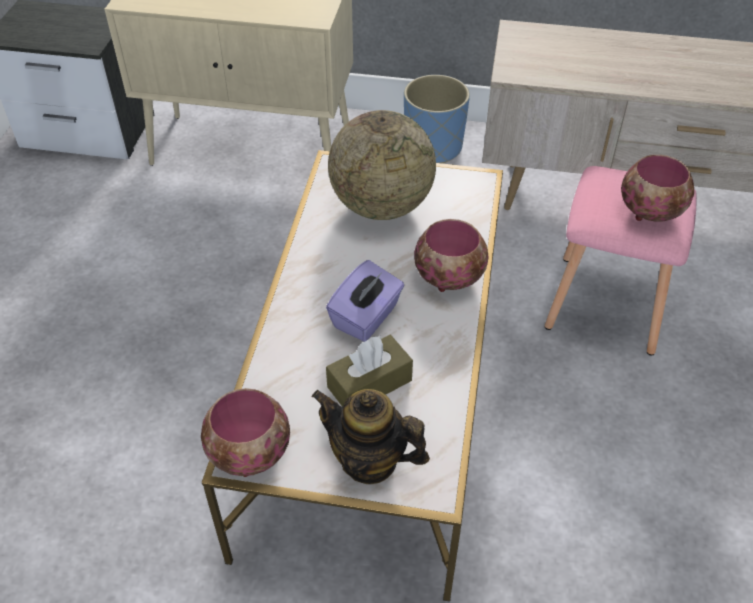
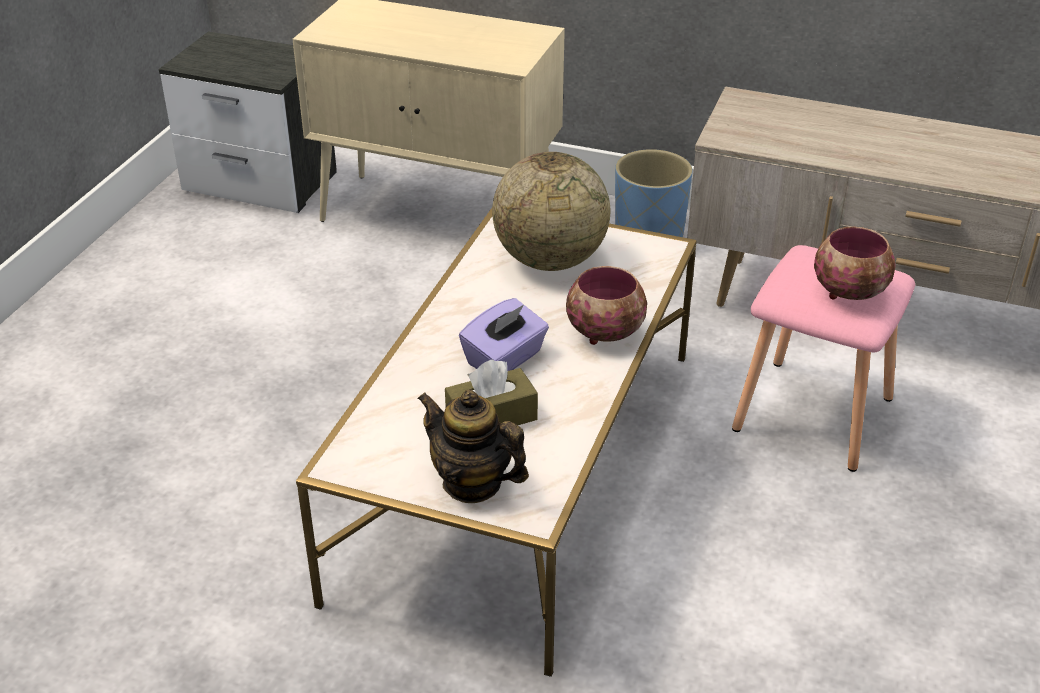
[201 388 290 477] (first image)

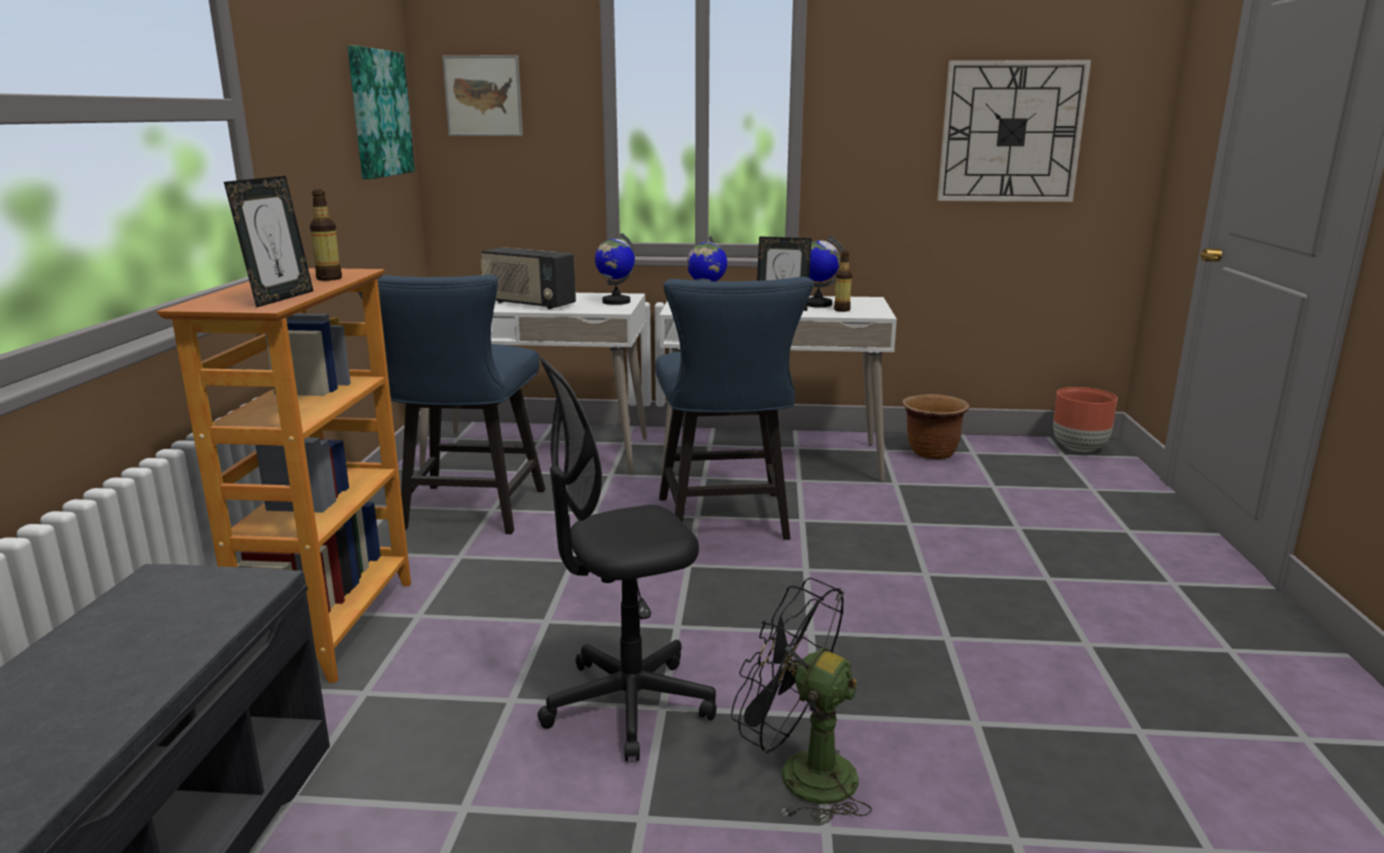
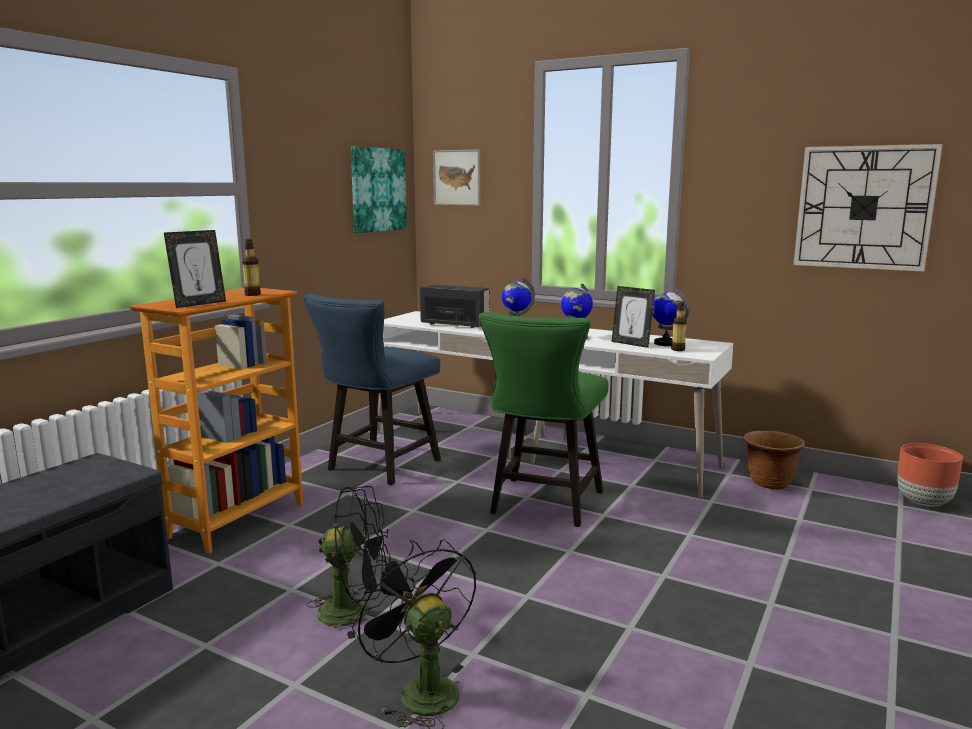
[306 486 391 639]
[420 285 490 328]
[479 312 609 527]

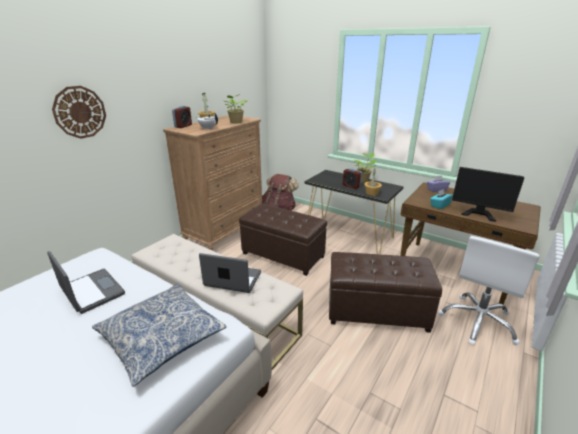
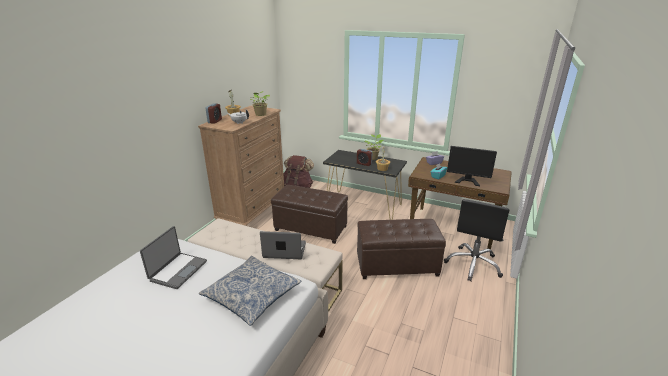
[140 226 207 289]
[444 199 509 282]
[52 86 106 139] (first image)

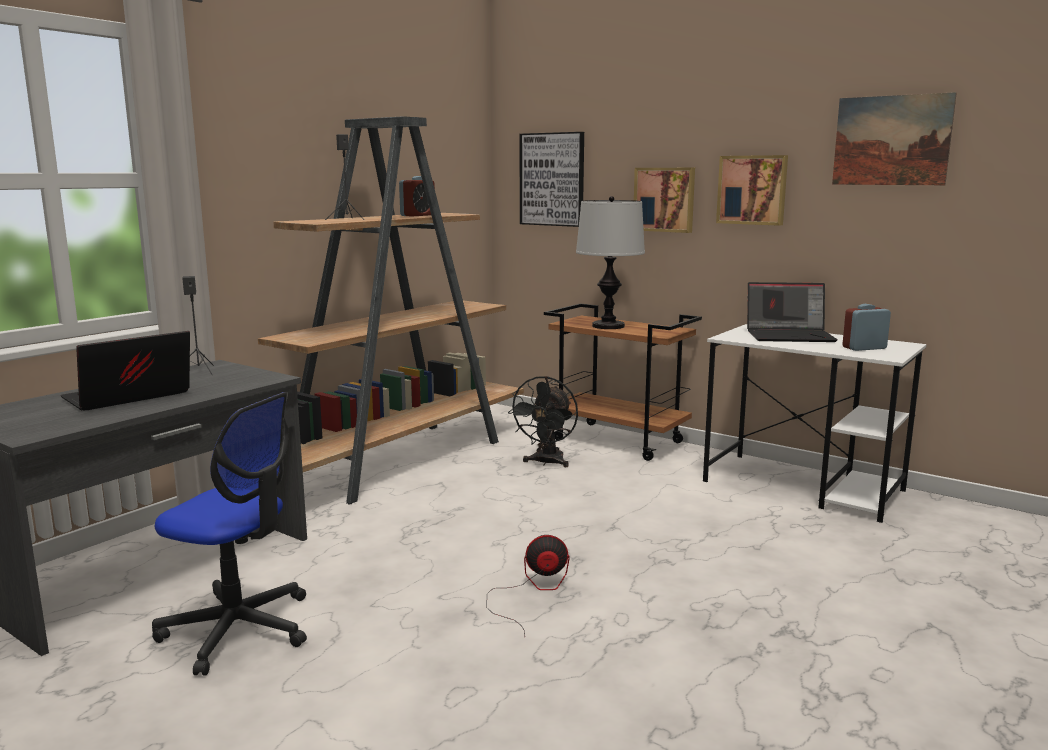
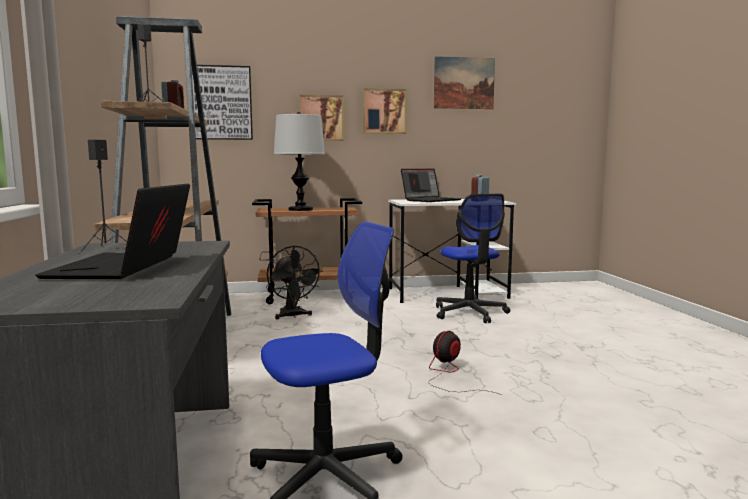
[436 194 510 323]

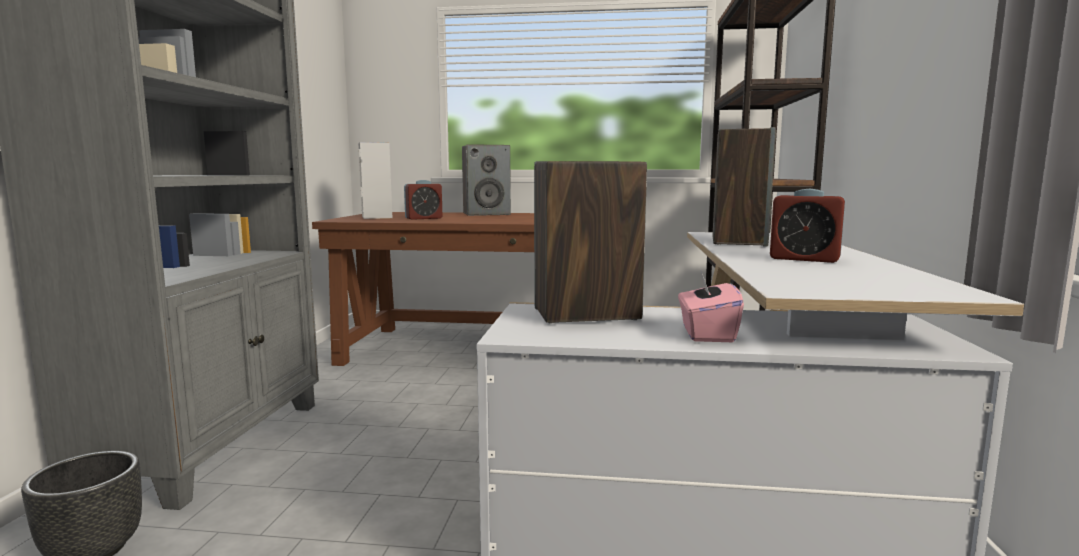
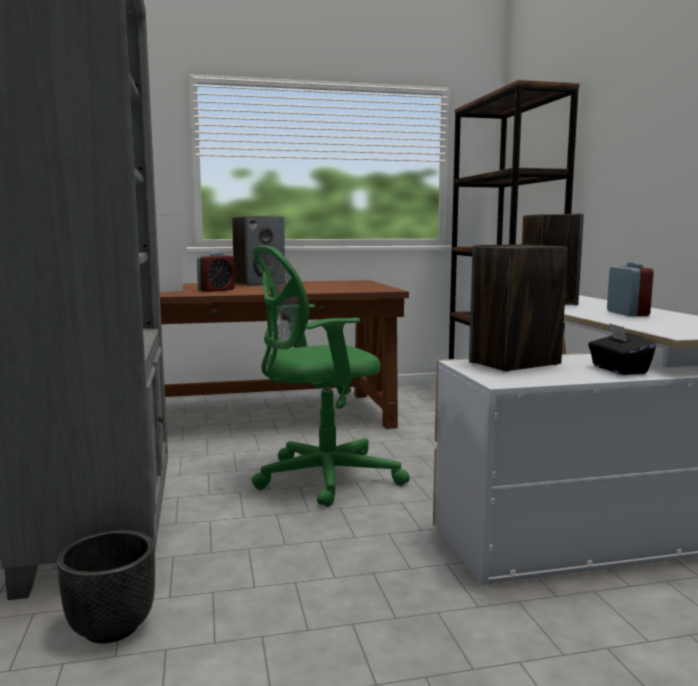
[252 245 410 507]
[588 323 656 375]
[607 262 654 316]

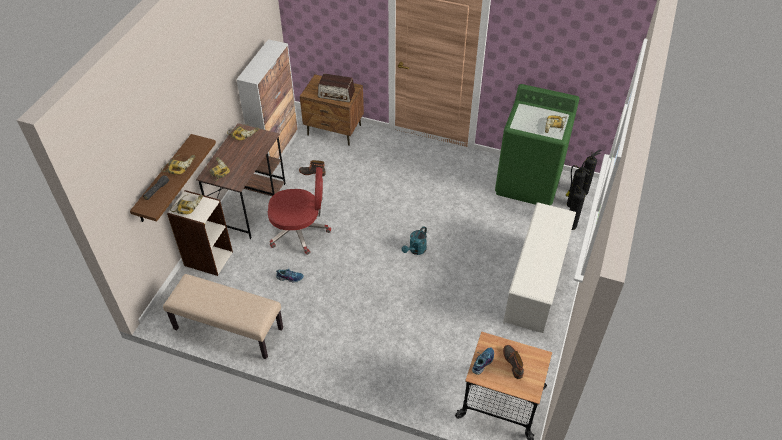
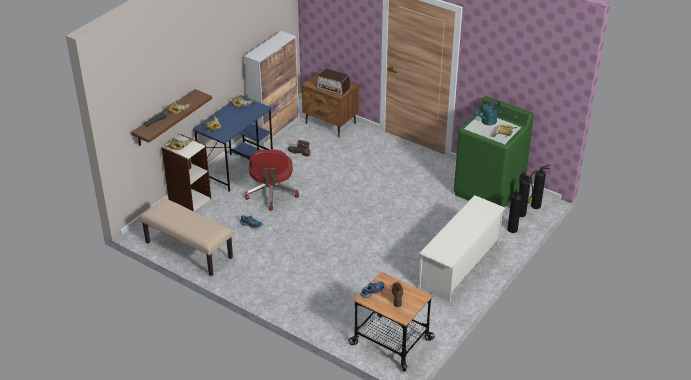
[193 95 273 192]
[245 149 299 210]
[473 100 500 125]

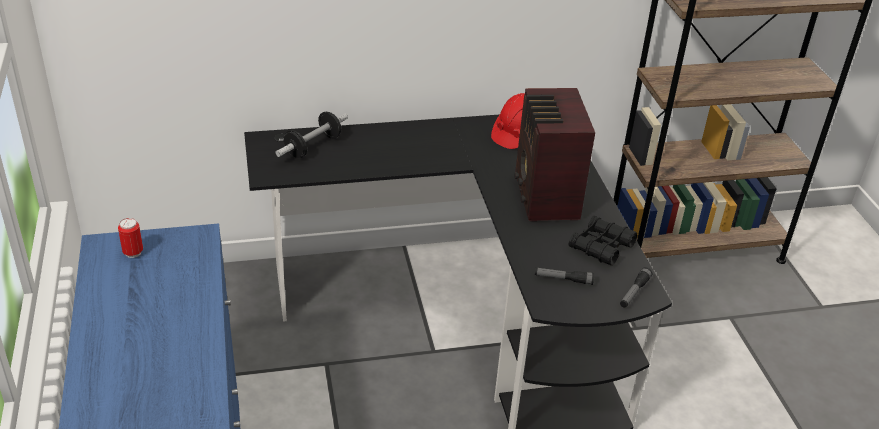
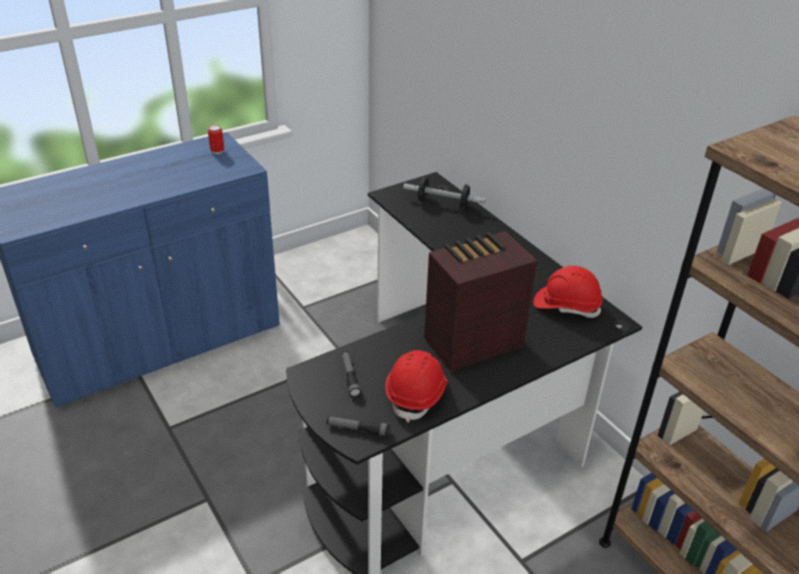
[385 350 447 422]

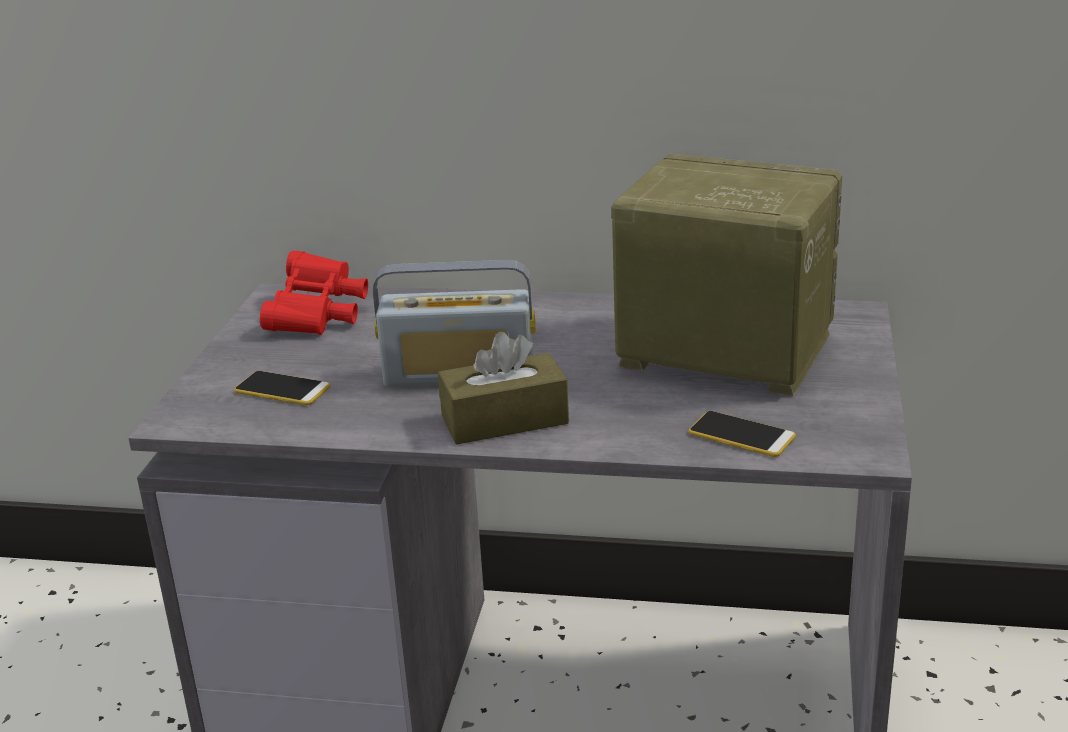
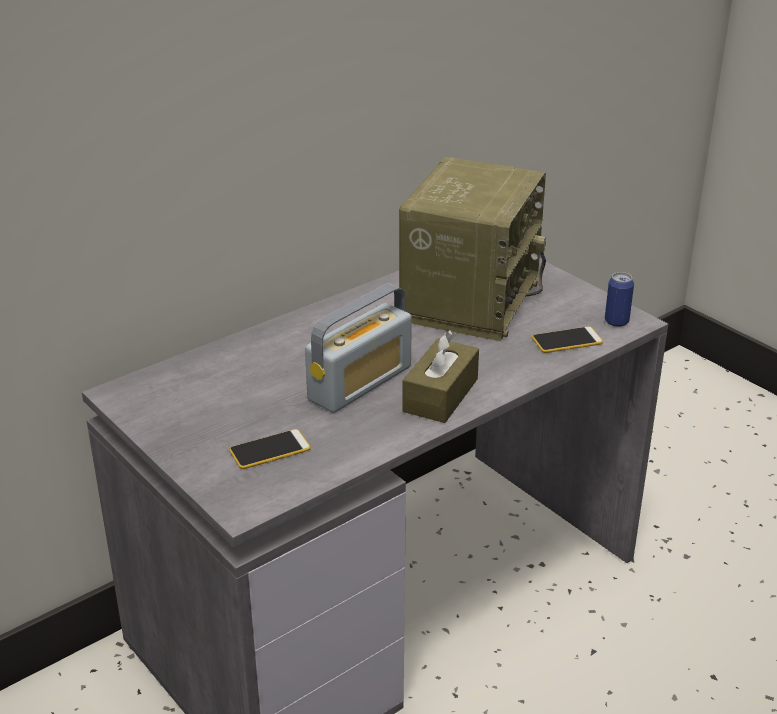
[399 157 546 341]
[605 272 634 327]
[260 251 368 335] (first image)

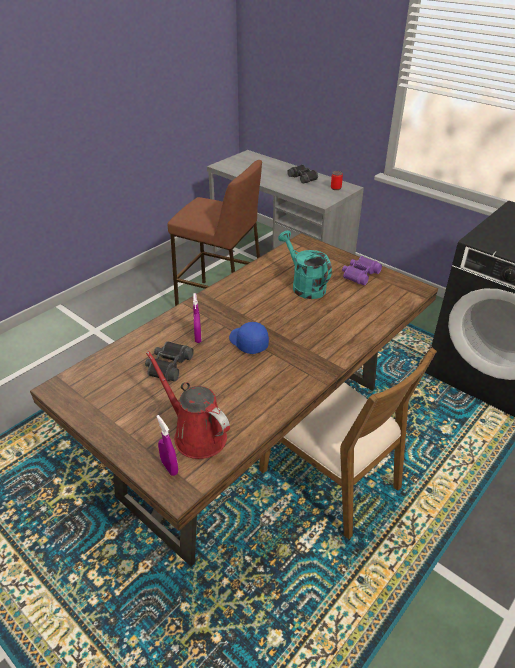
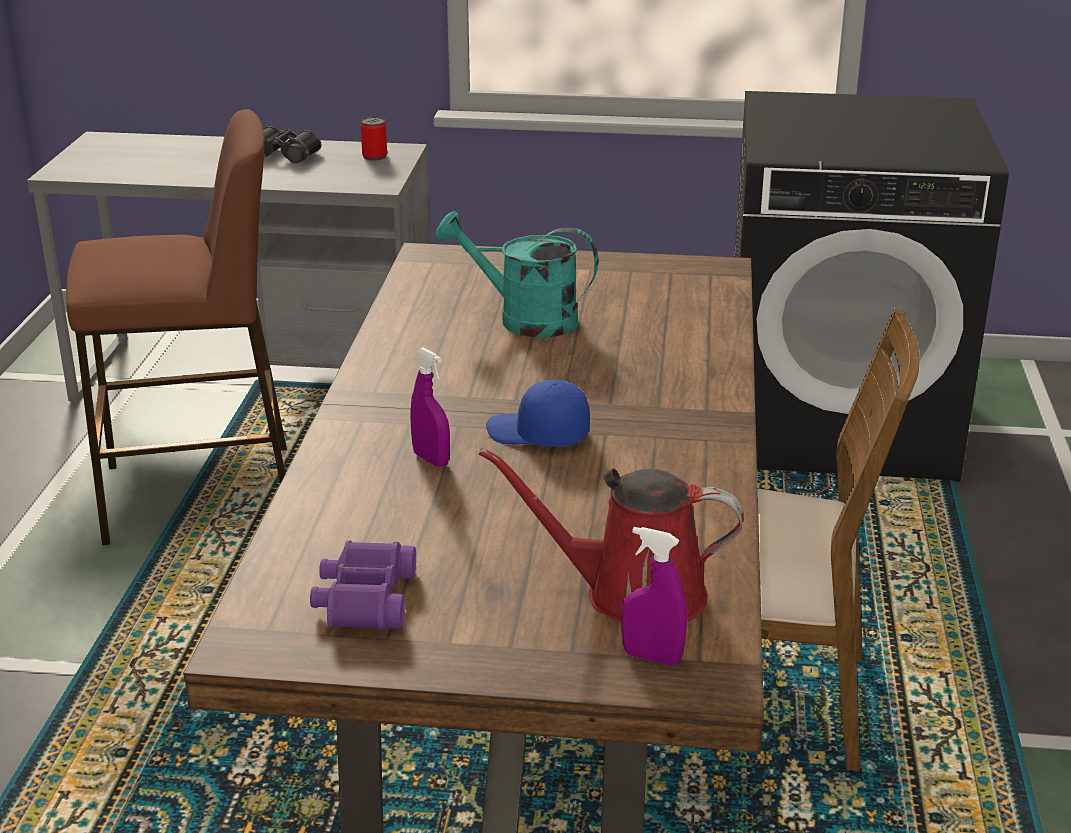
[310 540 416 630]
[145 341 194 381] (first image)

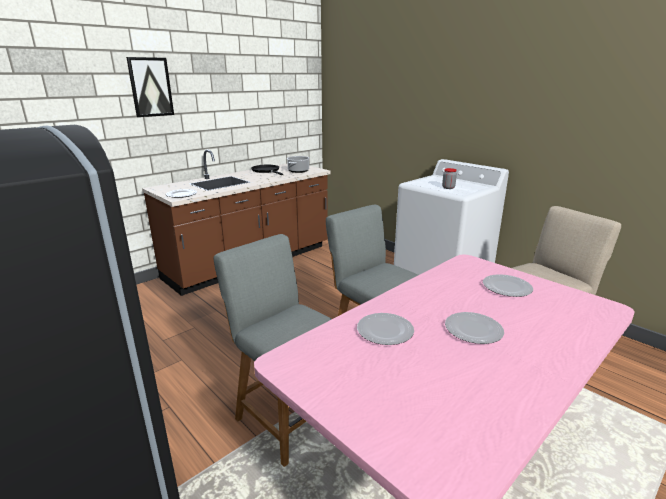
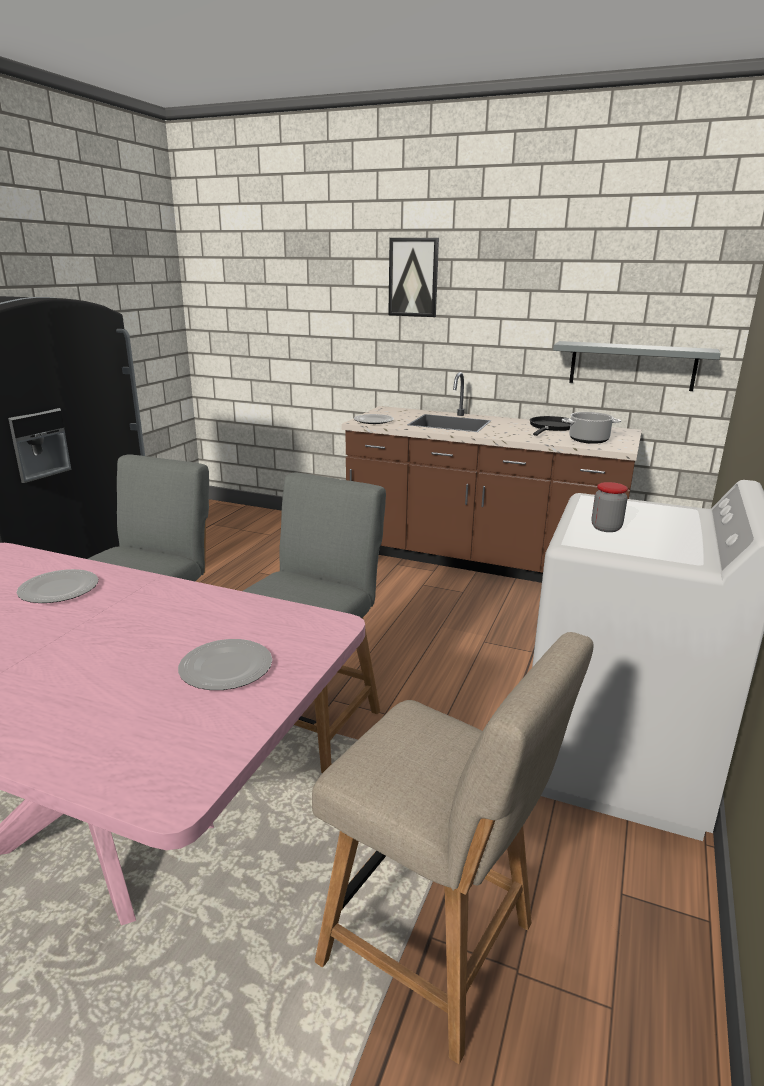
[553 341 721 391]
[445 312 504 344] (first image)

